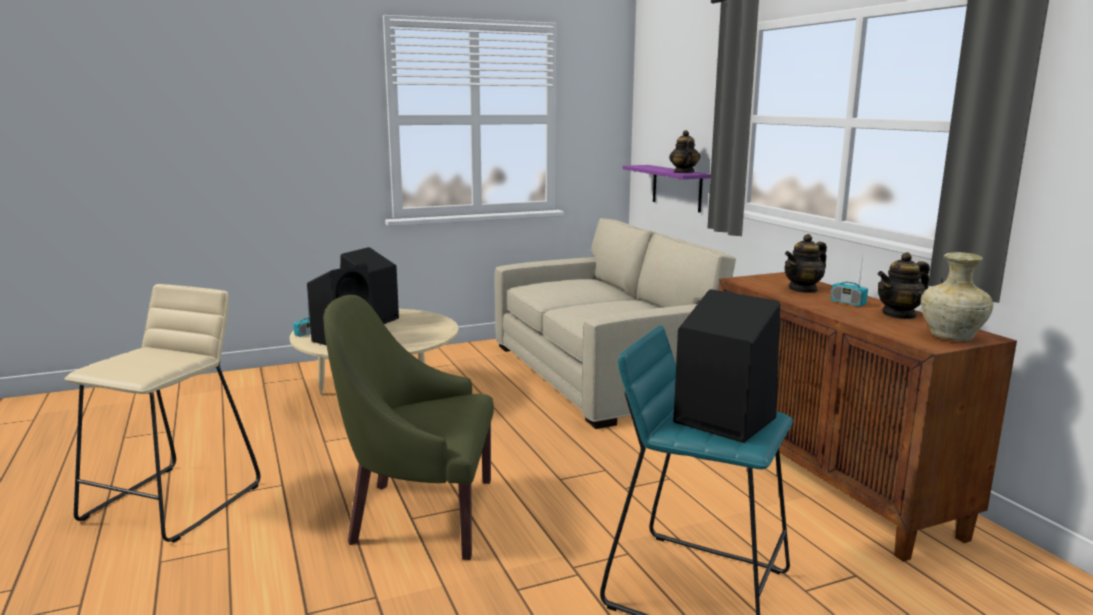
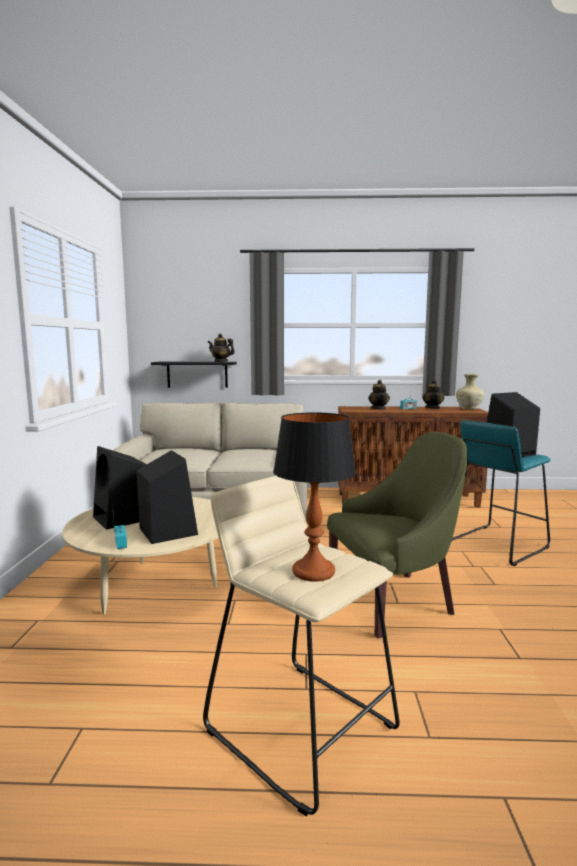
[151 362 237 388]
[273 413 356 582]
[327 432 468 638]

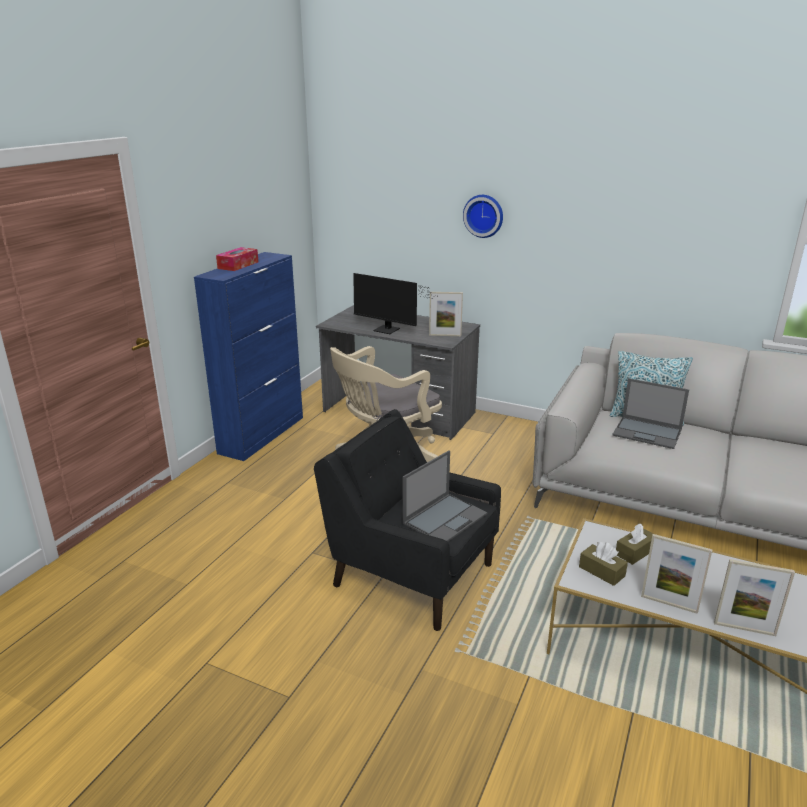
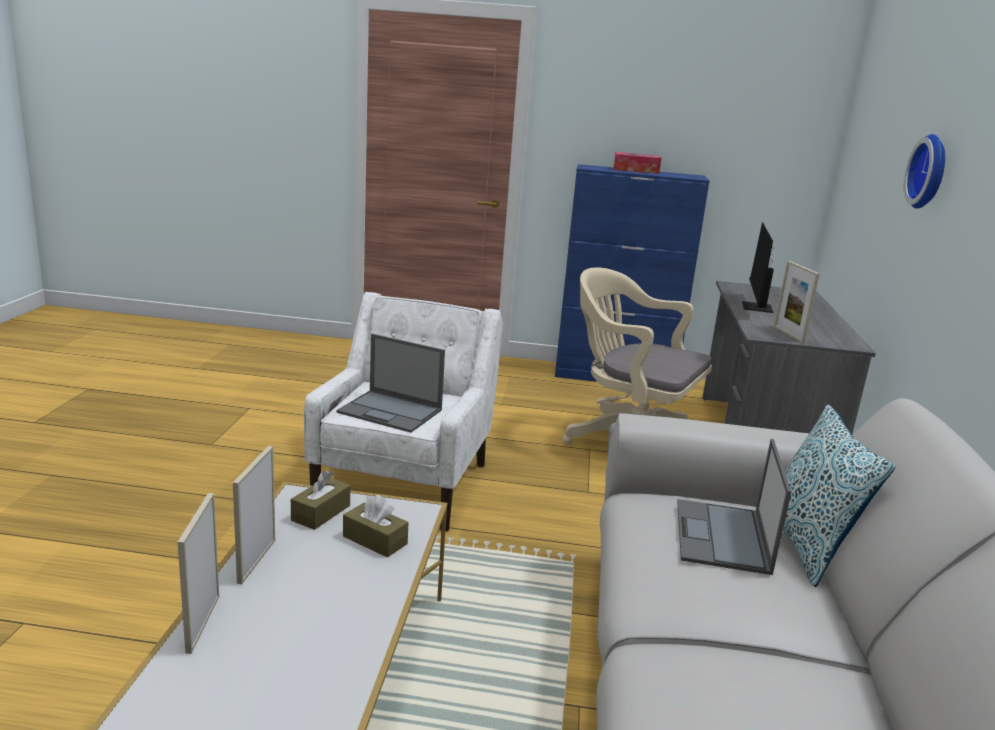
[304 292 503 532]

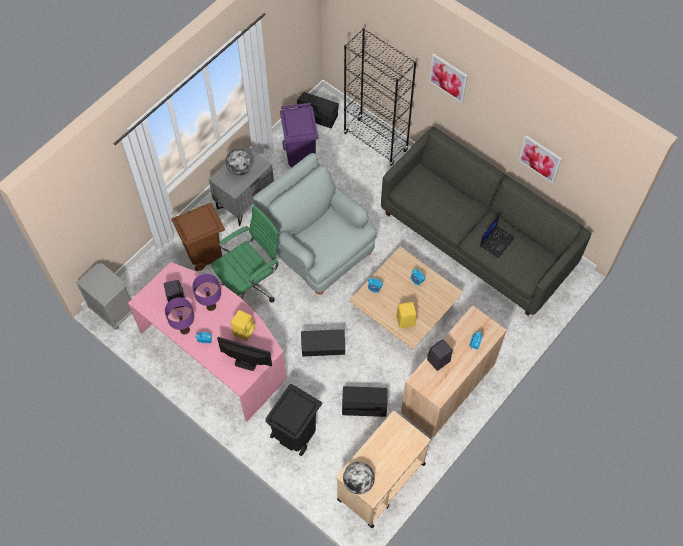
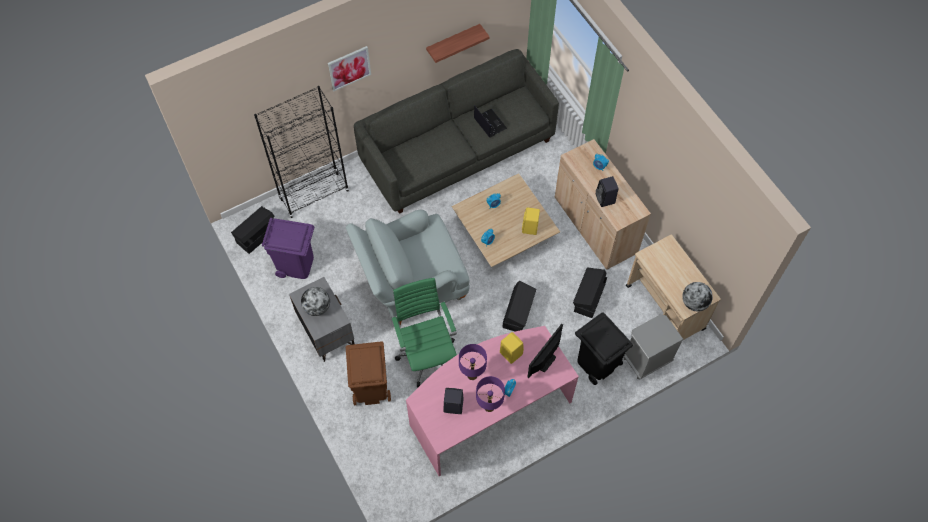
[426 24 490 63]
[624 314 684 380]

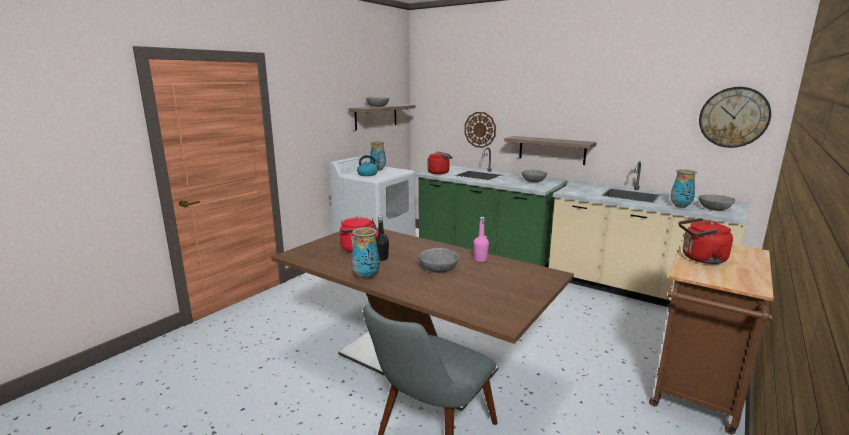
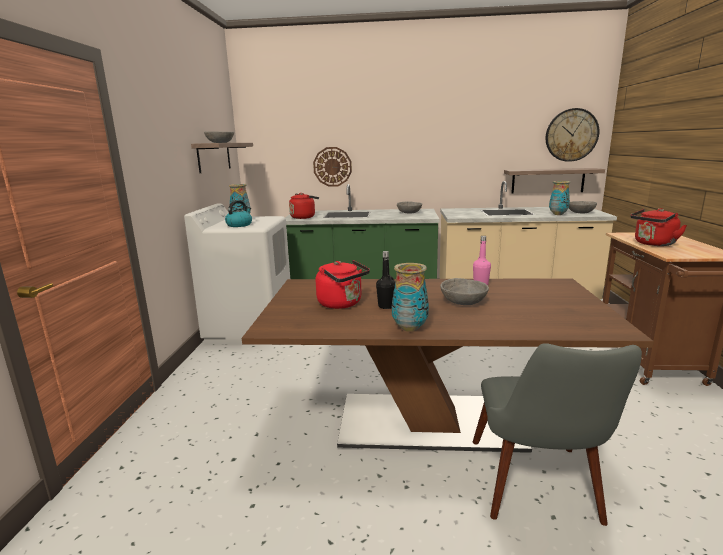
[504 168 605 194]

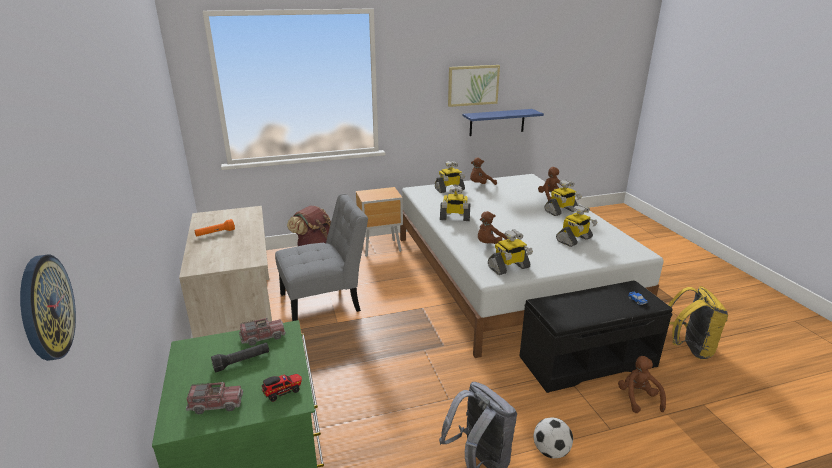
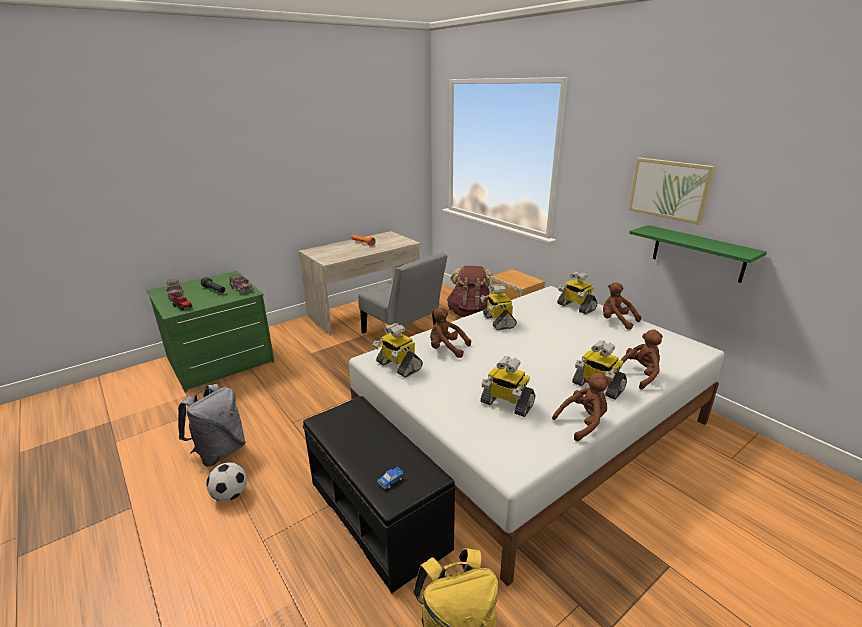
[552 372 611 441]
[629 225 767 283]
[20 254 76 361] (first image)

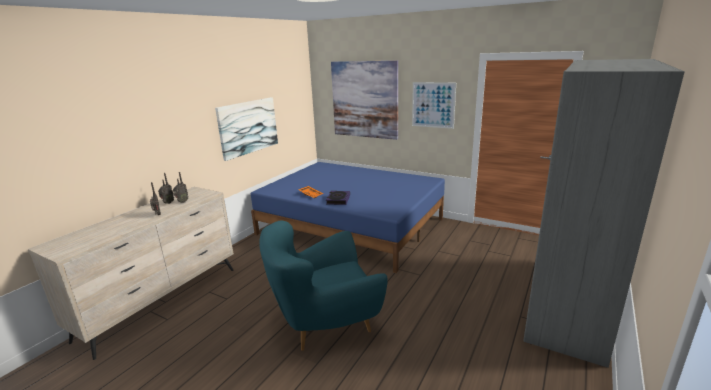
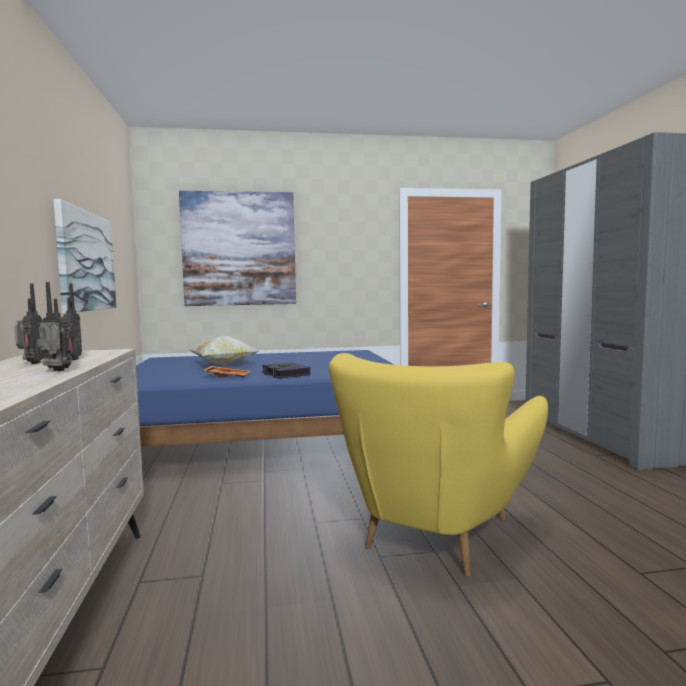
[189 336 259 365]
[329 353 548 577]
[412 82 456 129] (first image)

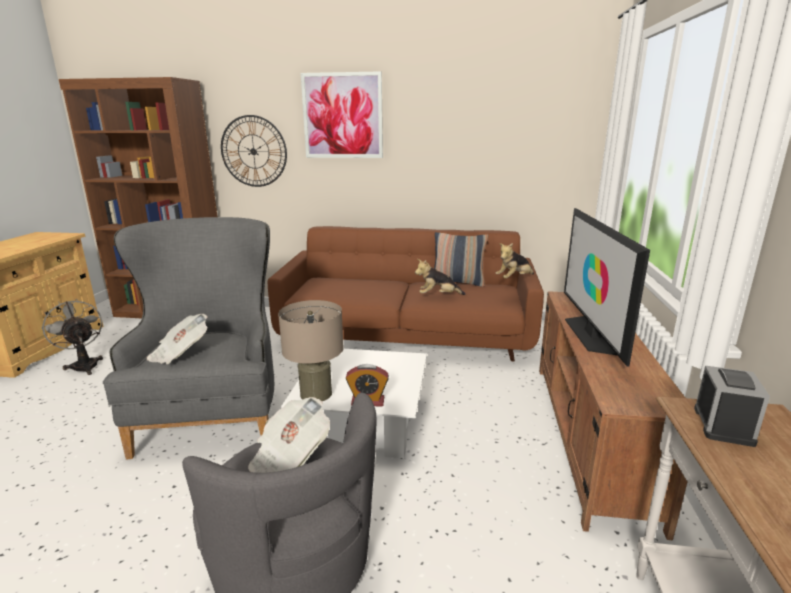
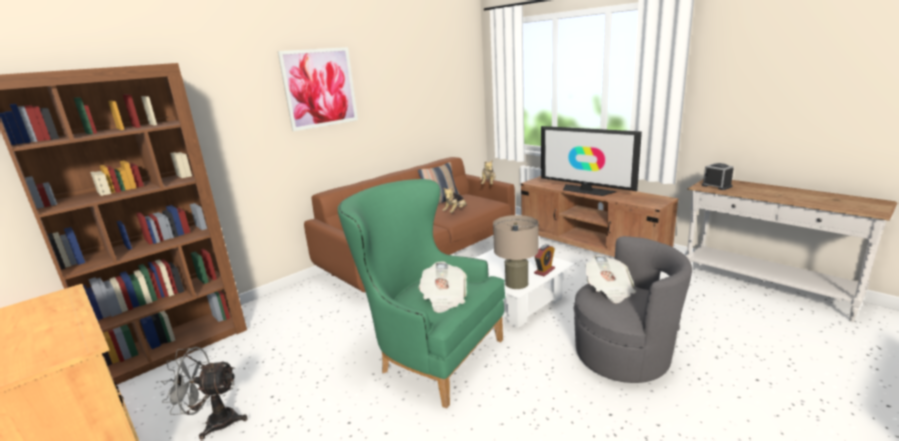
[338 179 506 408]
[221 115 287 187] (first image)

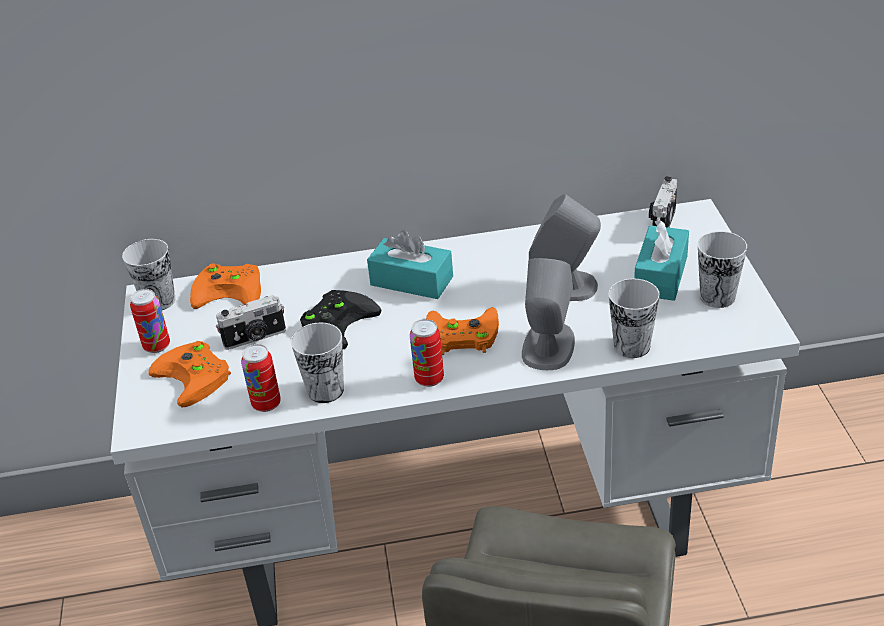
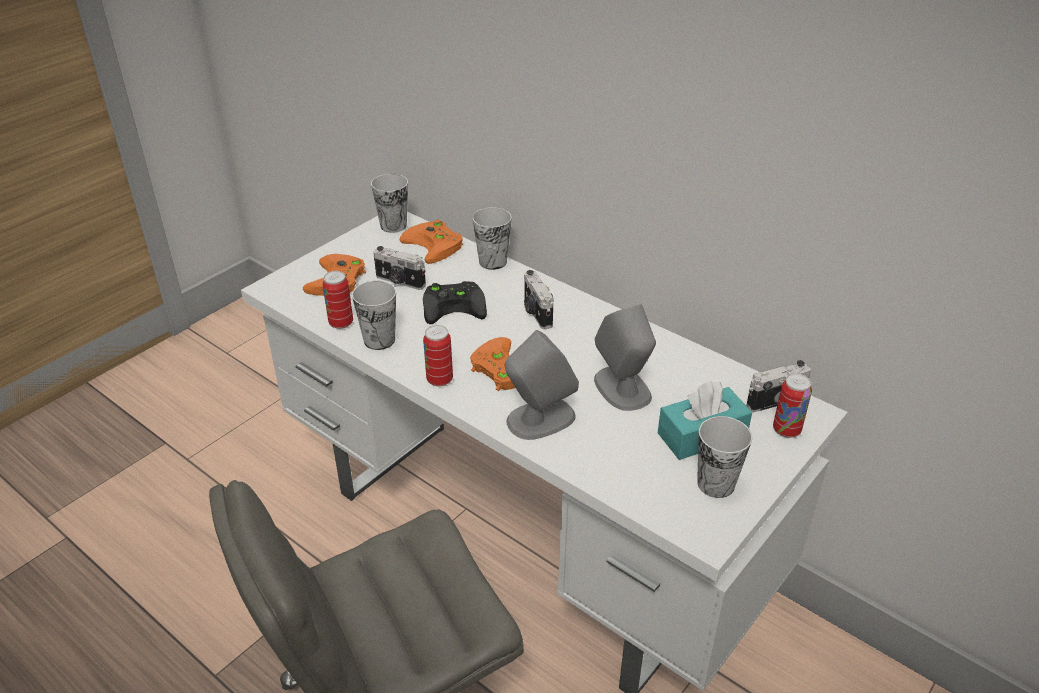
[473 207 512 270]
[524 270 554 329]
[773 373 812 438]

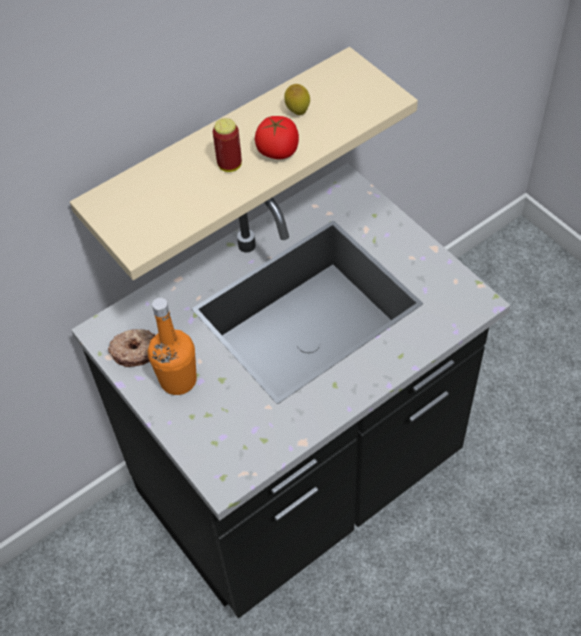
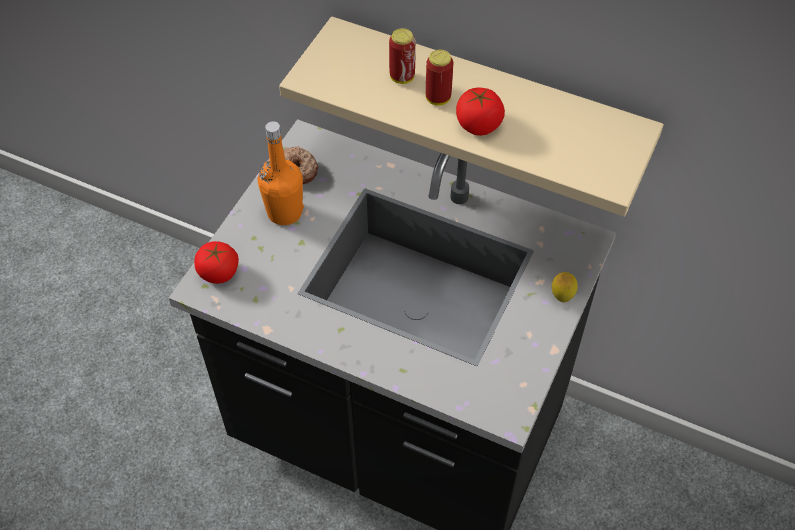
[194 241 239 284]
[389 28 416 84]
[552 272 578 302]

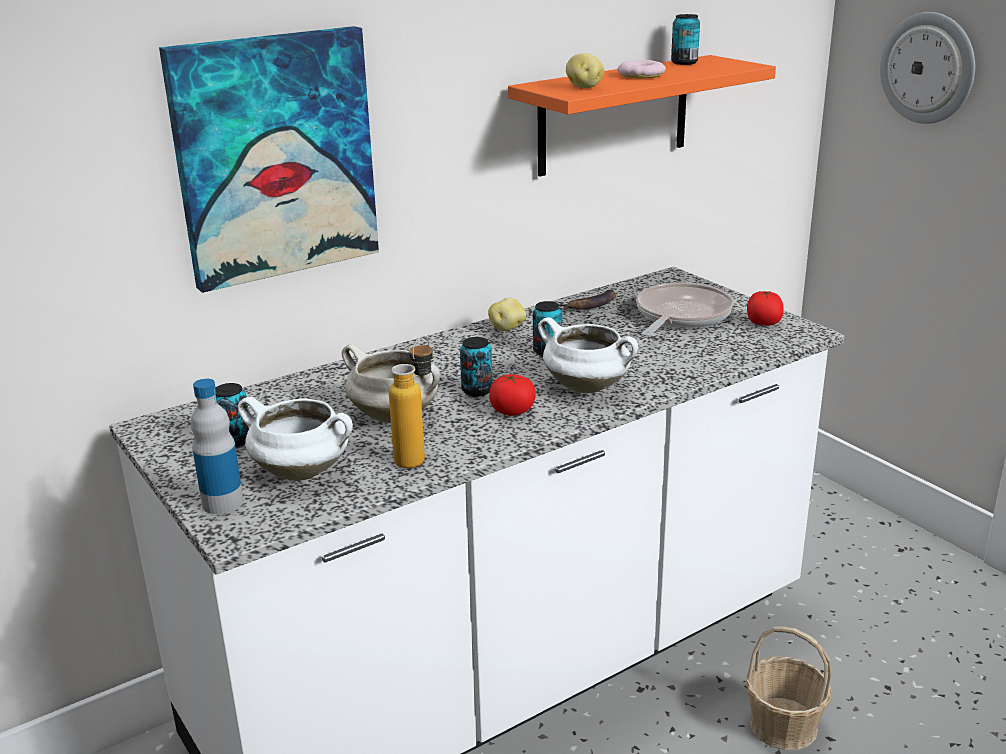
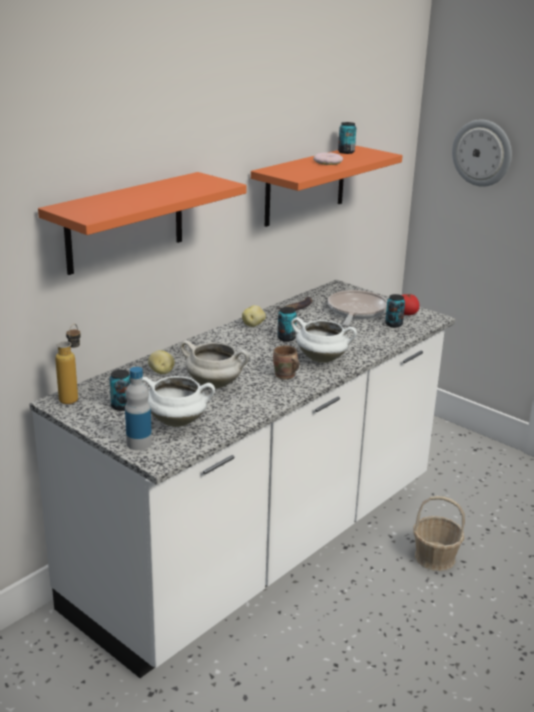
[38 172 247 275]
[55 324 81 404]
[148 350 175 374]
[273 346 299 379]
[385 294 405 328]

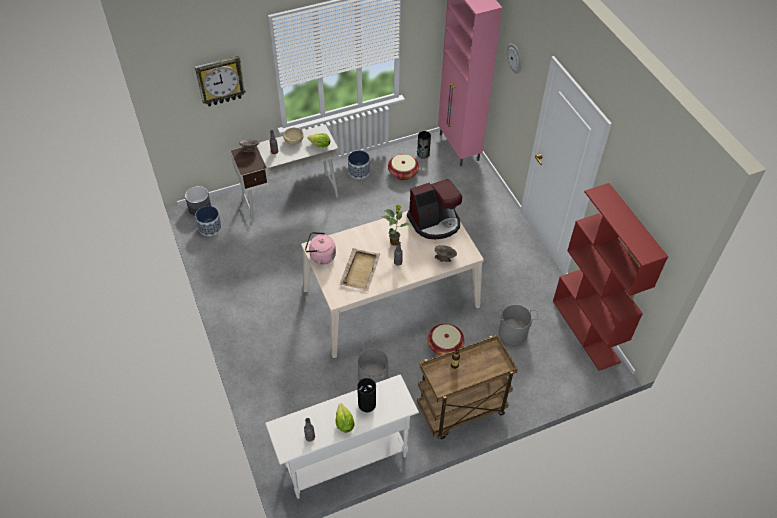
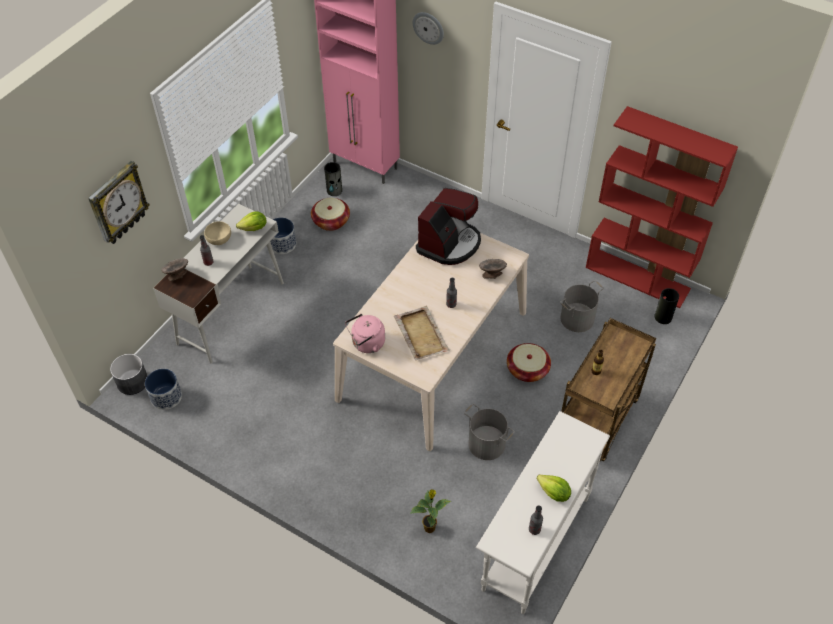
[410 489 451 533]
[654 288 679 324]

